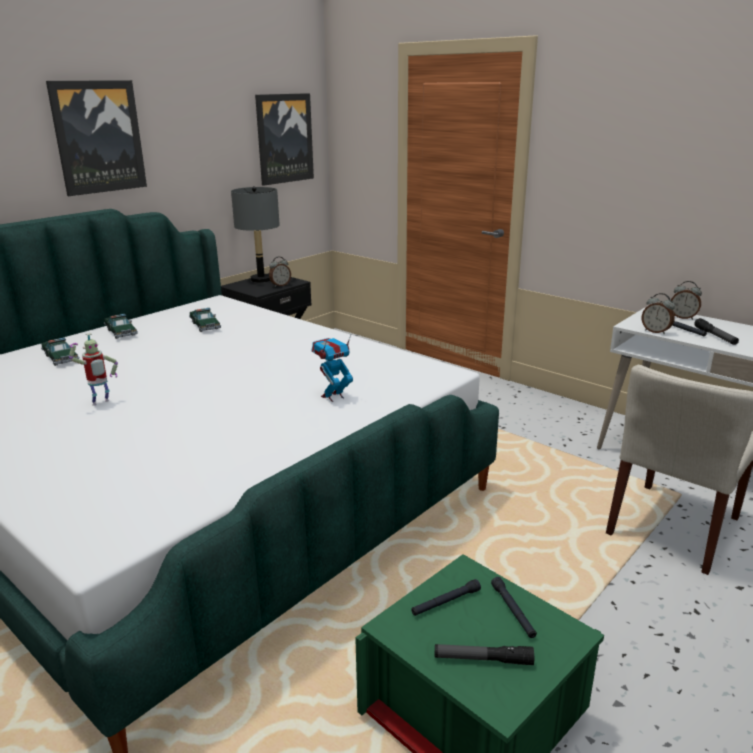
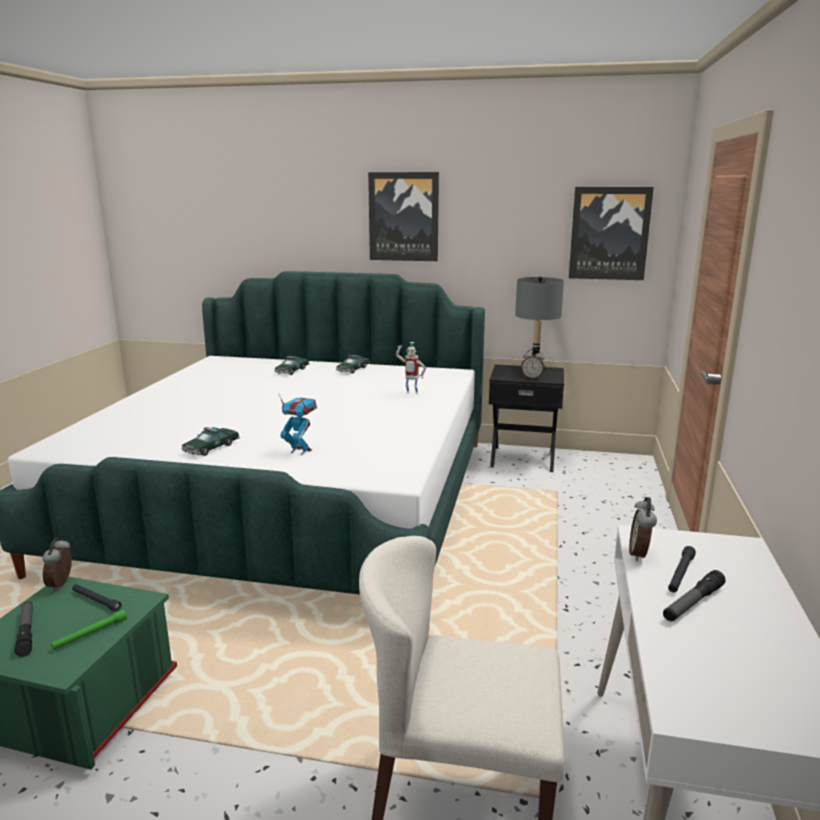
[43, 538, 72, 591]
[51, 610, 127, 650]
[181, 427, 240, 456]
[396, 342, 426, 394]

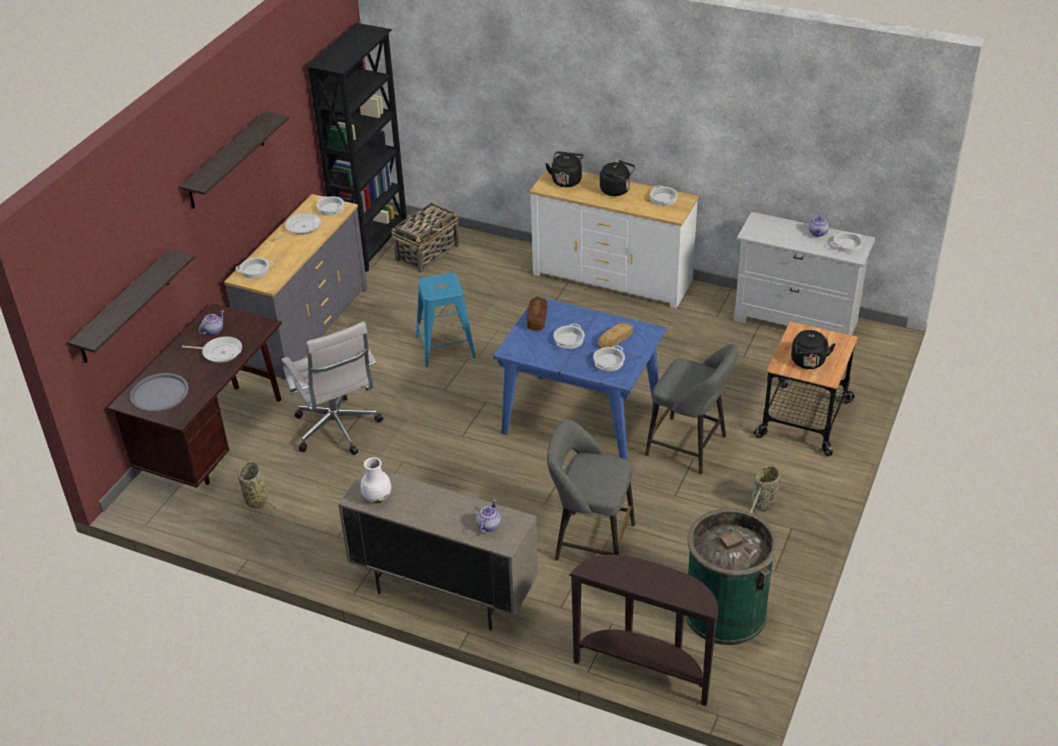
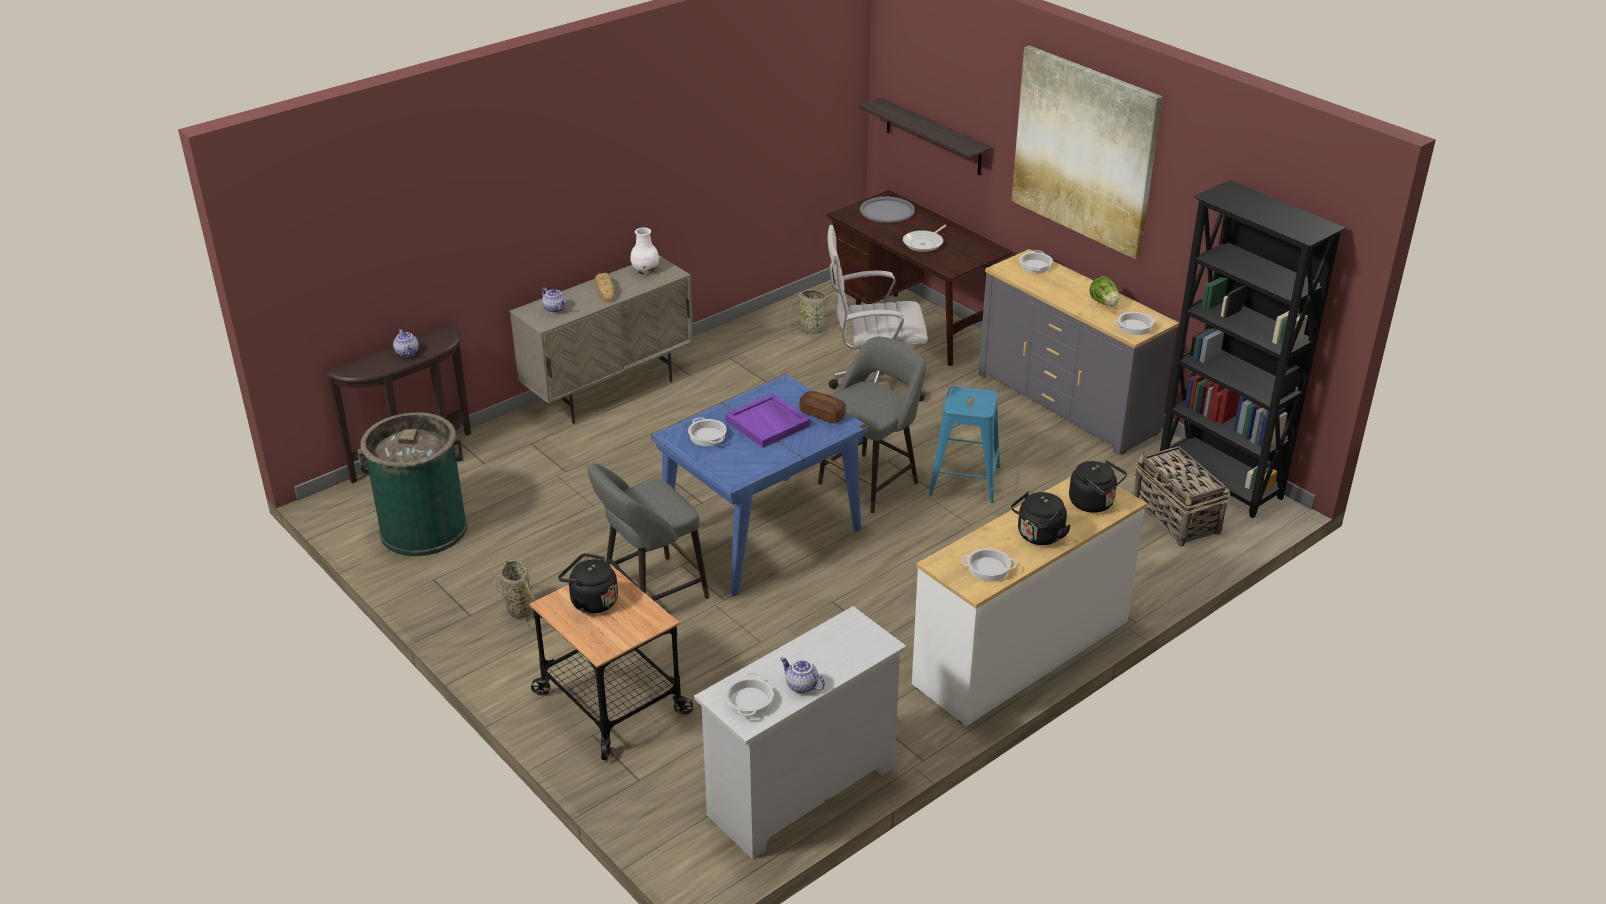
[393, 329, 419, 357]
[595, 273, 615, 303]
[726, 394, 810, 448]
[818, 337, 926, 514]
[1012, 45, 1162, 259]
[1090, 276, 1119, 306]

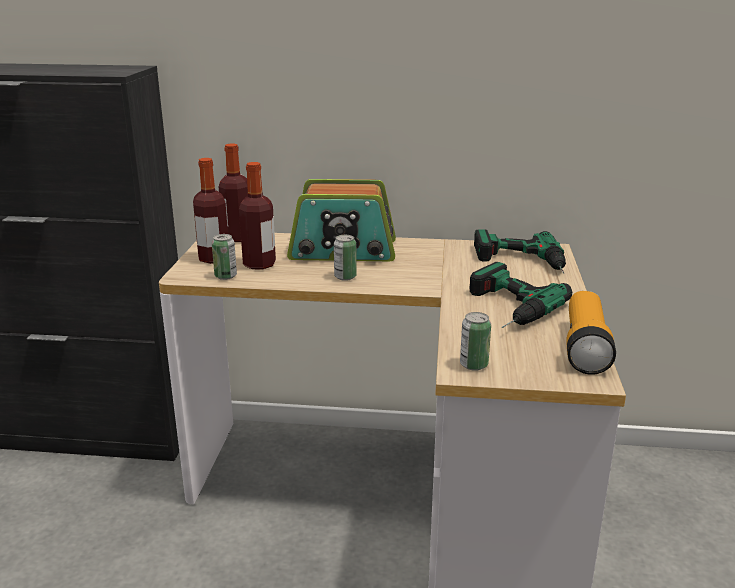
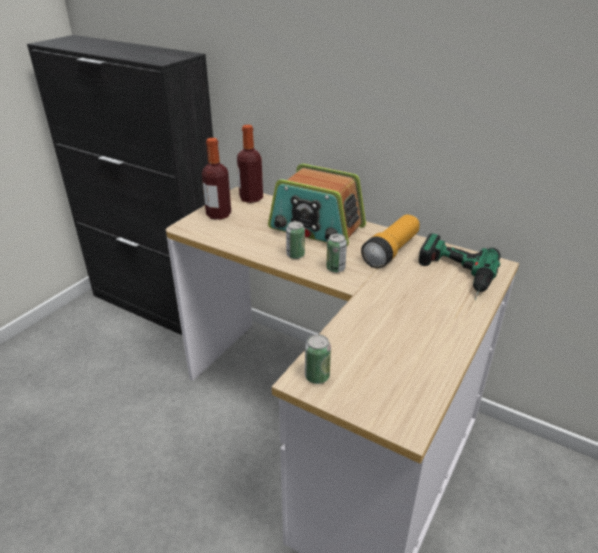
[326, 234, 347, 273]
[361, 214, 420, 268]
[239, 162, 276, 270] (first image)
[469, 262, 572, 328] (first image)

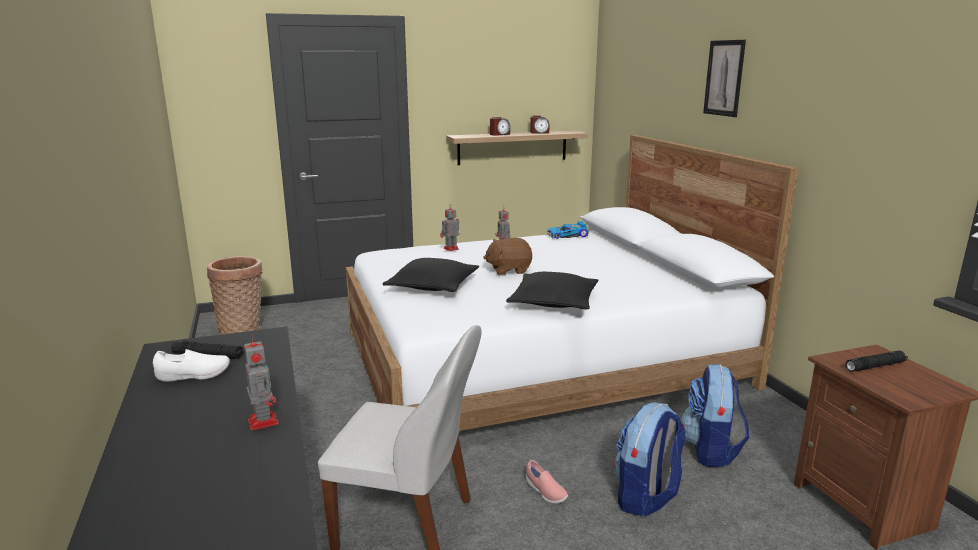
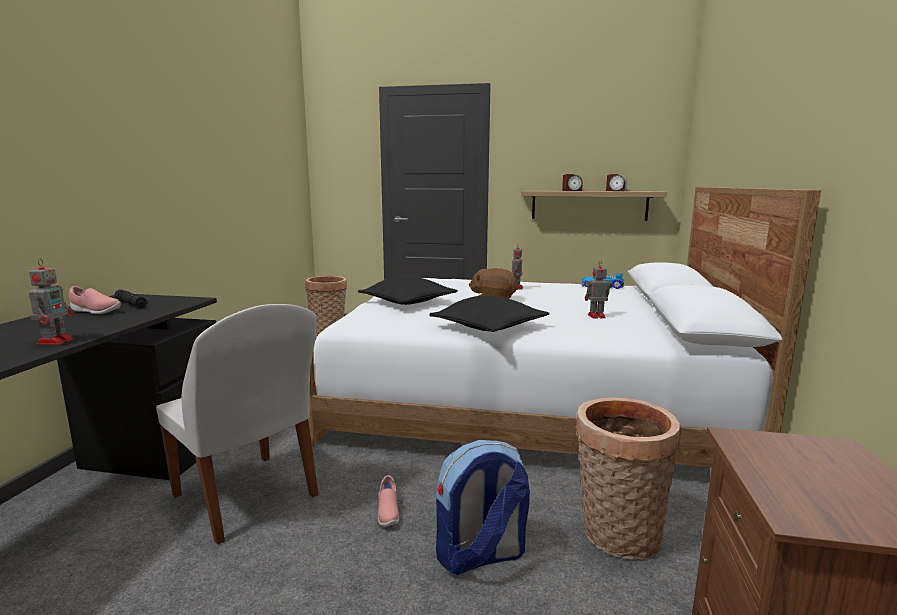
[69, 286, 121, 314]
[575, 397, 681, 560]
[585, 262, 610, 319]
[703, 40, 746, 117] (first image)
[845, 350, 908, 372] (first image)

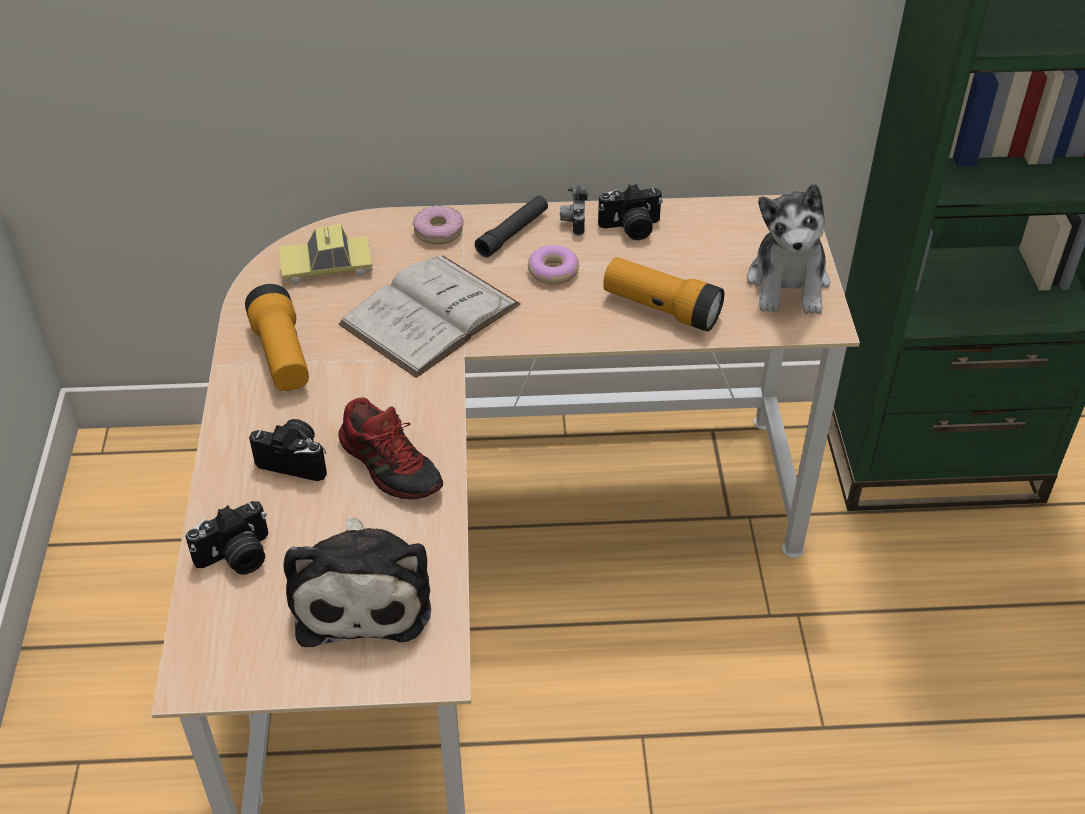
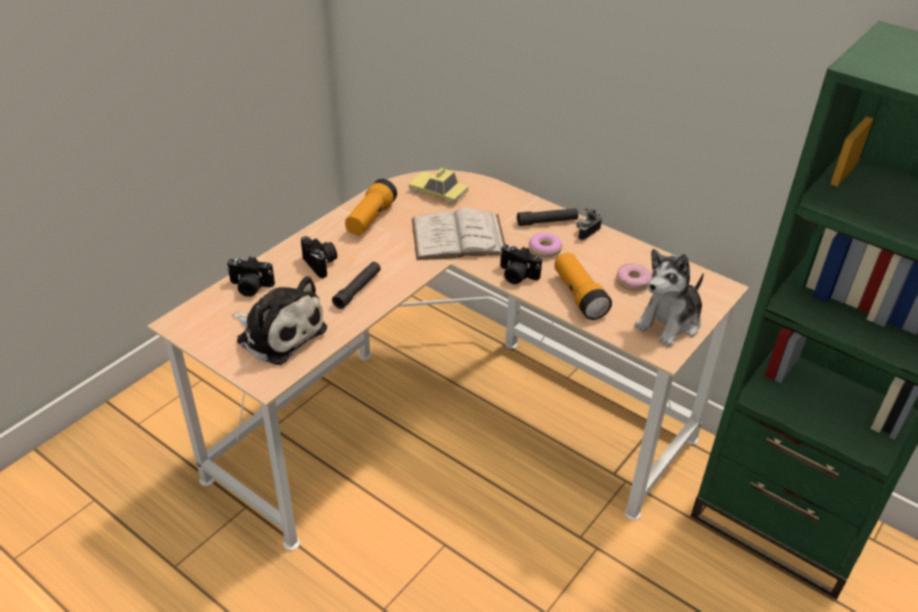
[232, 276, 327, 365]
[332, 262, 381, 309]
[500, 244, 542, 284]
[616, 263, 652, 291]

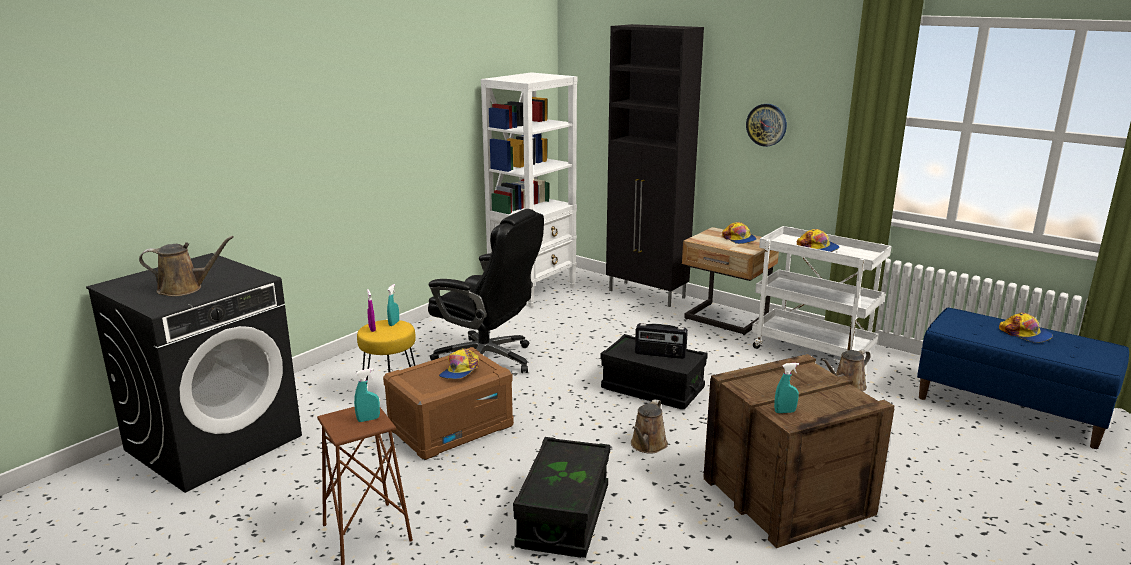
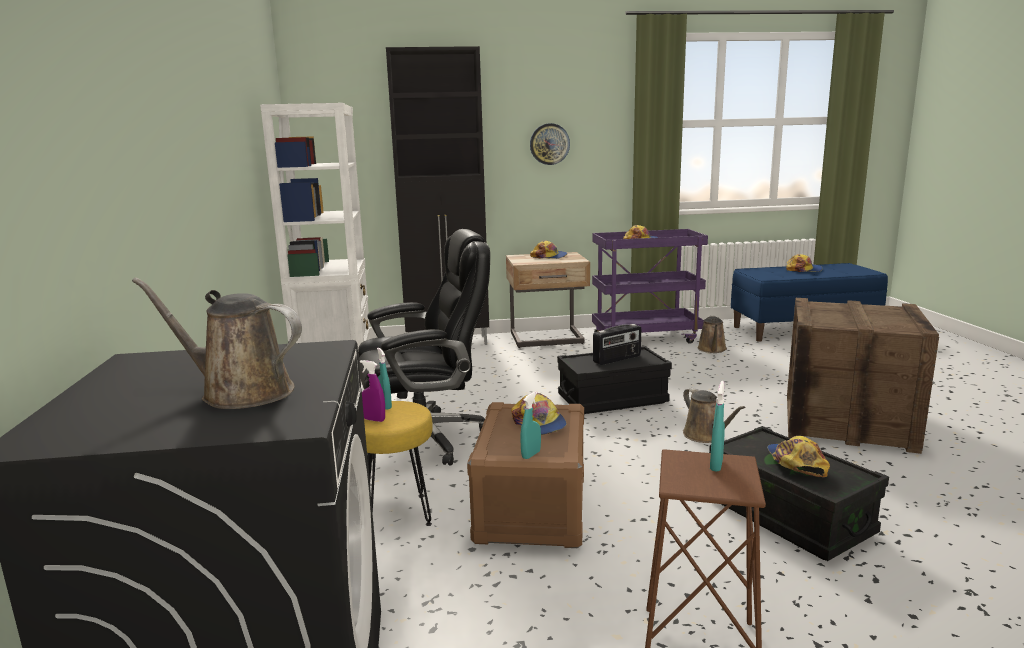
[132, 278, 302, 409]
[520, 392, 541, 459]
[592, 229, 708, 344]
[767, 436, 830, 477]

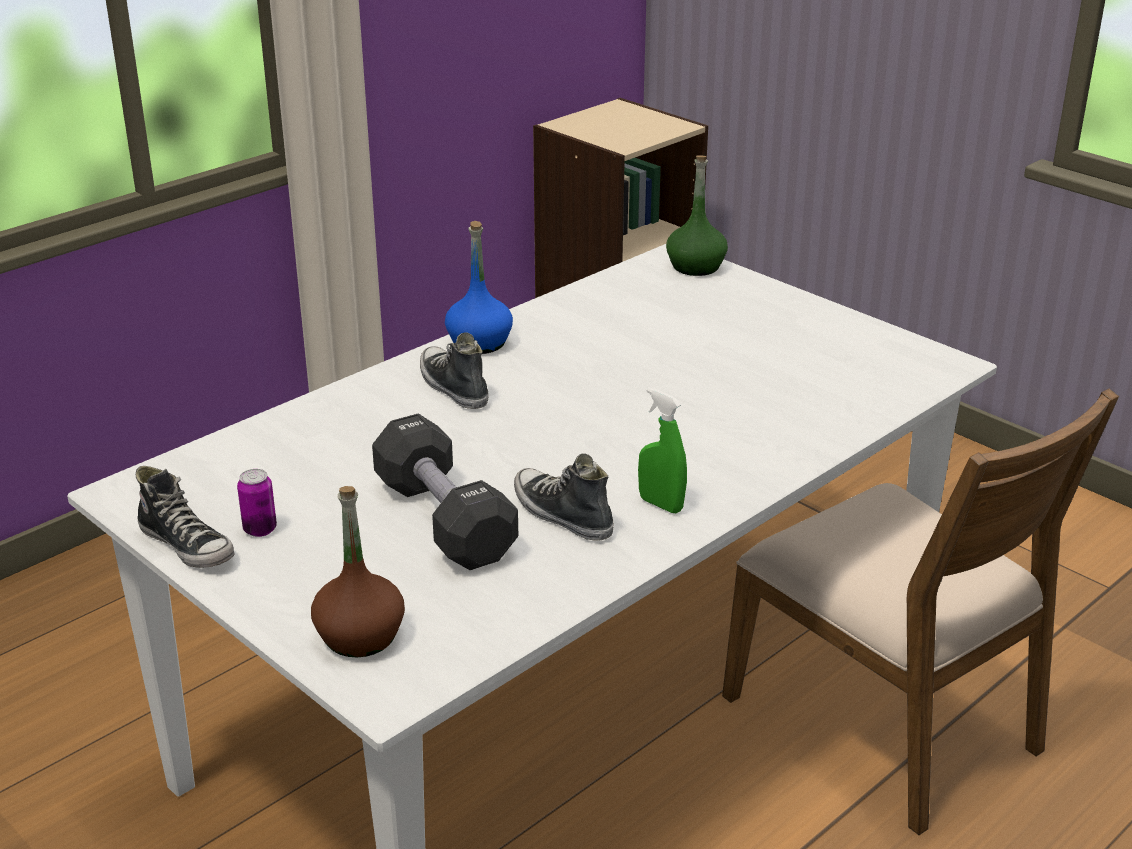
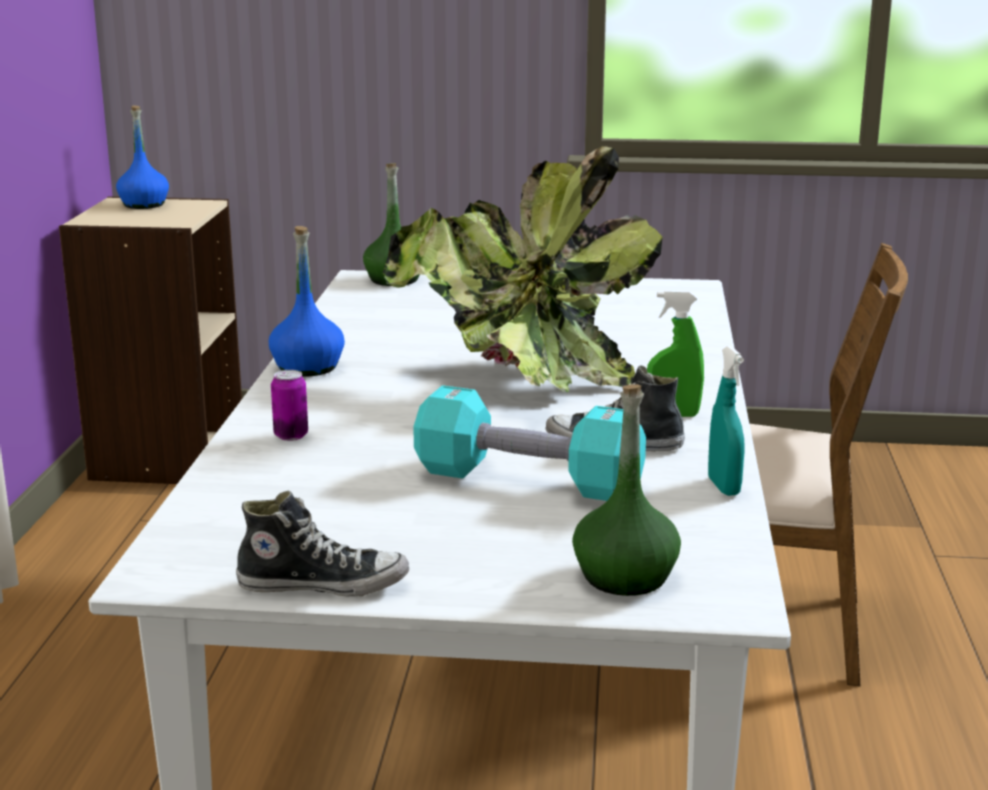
[116, 106, 169, 209]
[271, 370, 308, 441]
[383, 146, 663, 392]
[413, 385, 646, 501]
[572, 384, 681, 596]
[708, 346, 745, 496]
[420, 332, 489, 409] (first image)

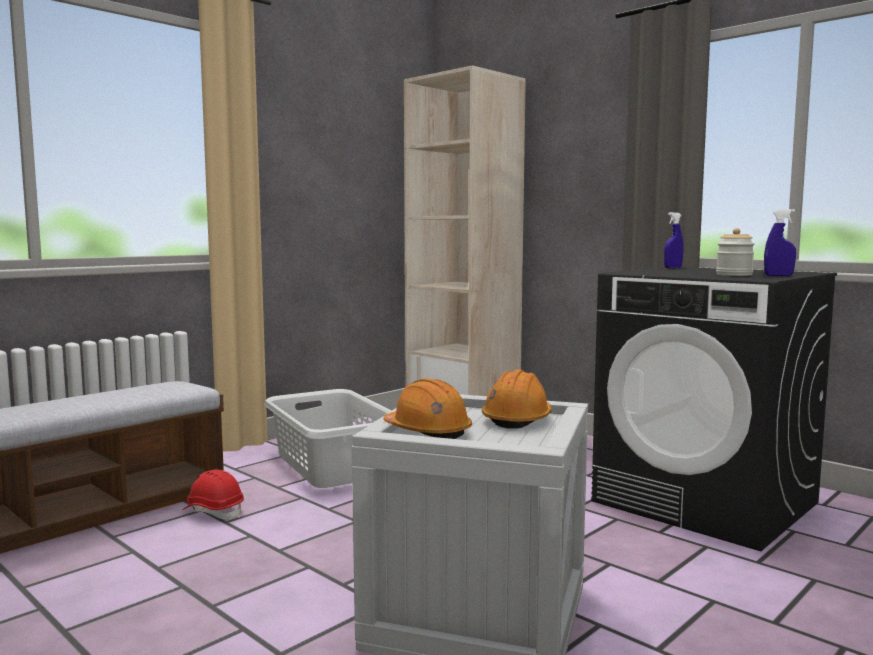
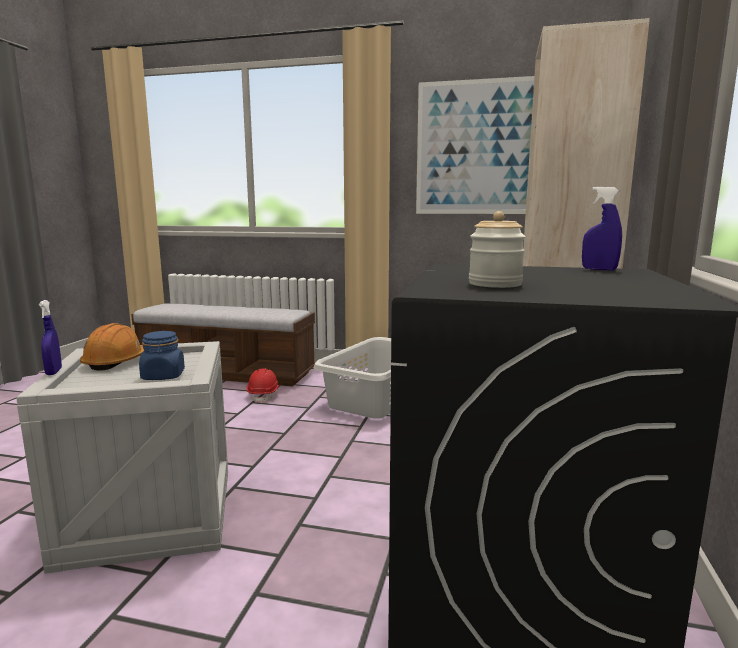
[39, 300, 62, 375]
[139, 331, 185, 380]
[416, 76, 534, 214]

